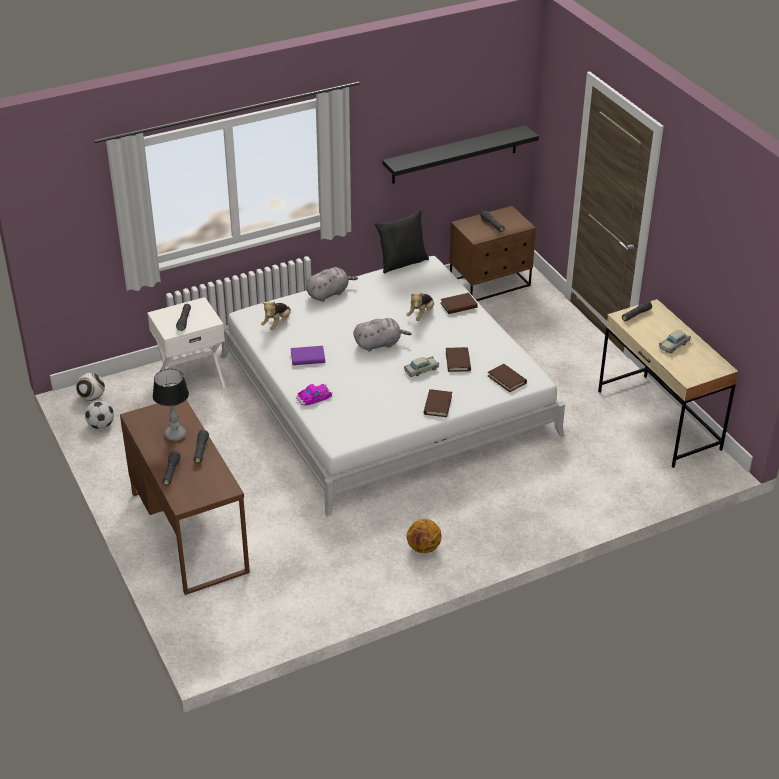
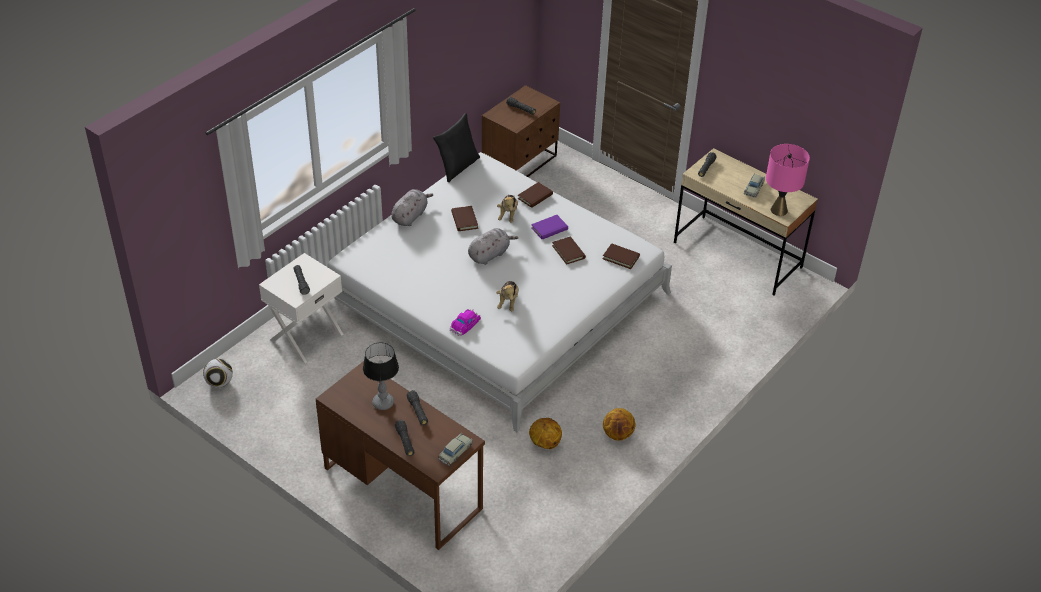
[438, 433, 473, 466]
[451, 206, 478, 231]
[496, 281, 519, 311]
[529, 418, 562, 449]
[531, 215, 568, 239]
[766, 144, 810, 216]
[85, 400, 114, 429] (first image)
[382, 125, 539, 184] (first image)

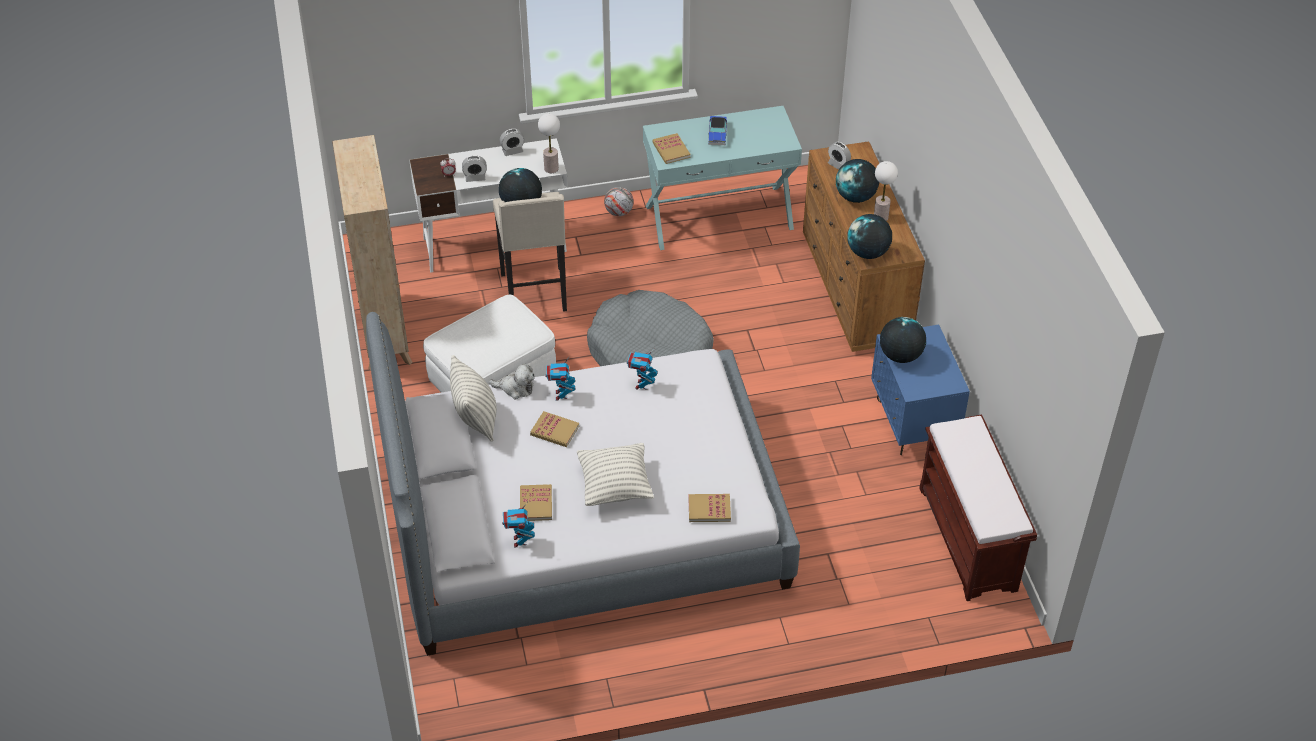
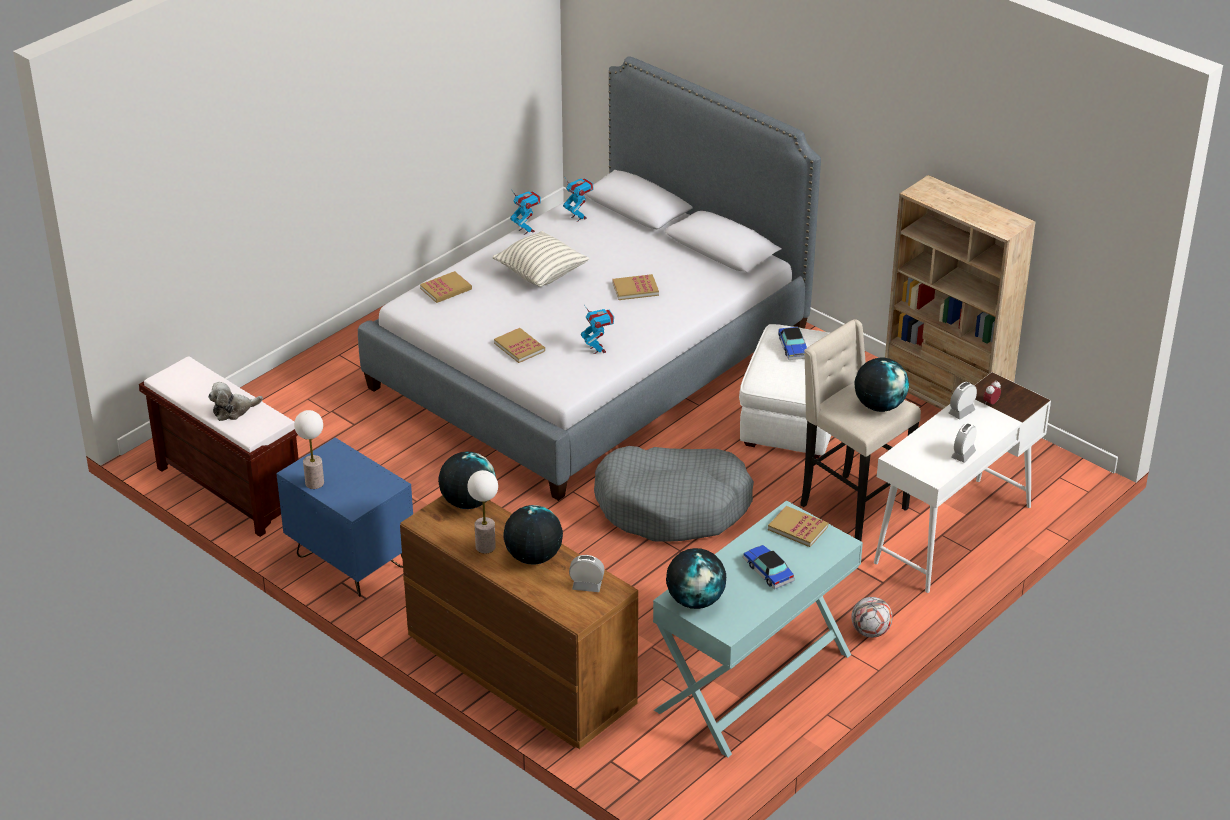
[208, 382, 263, 421]
[294, 410, 324, 489]
[494, 328, 545, 363]
[510, 189, 541, 235]
[666, 548, 726, 609]
[778, 327, 807, 360]
[450, 355, 497, 442] (first image)

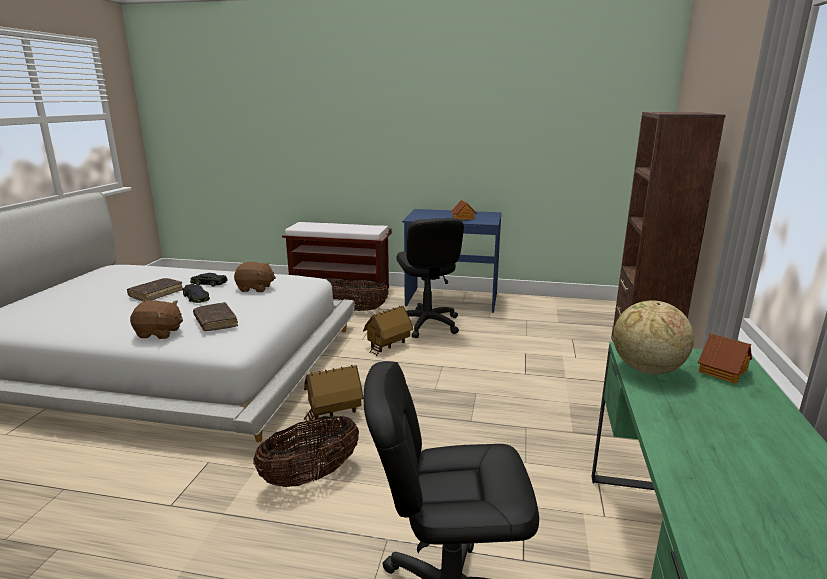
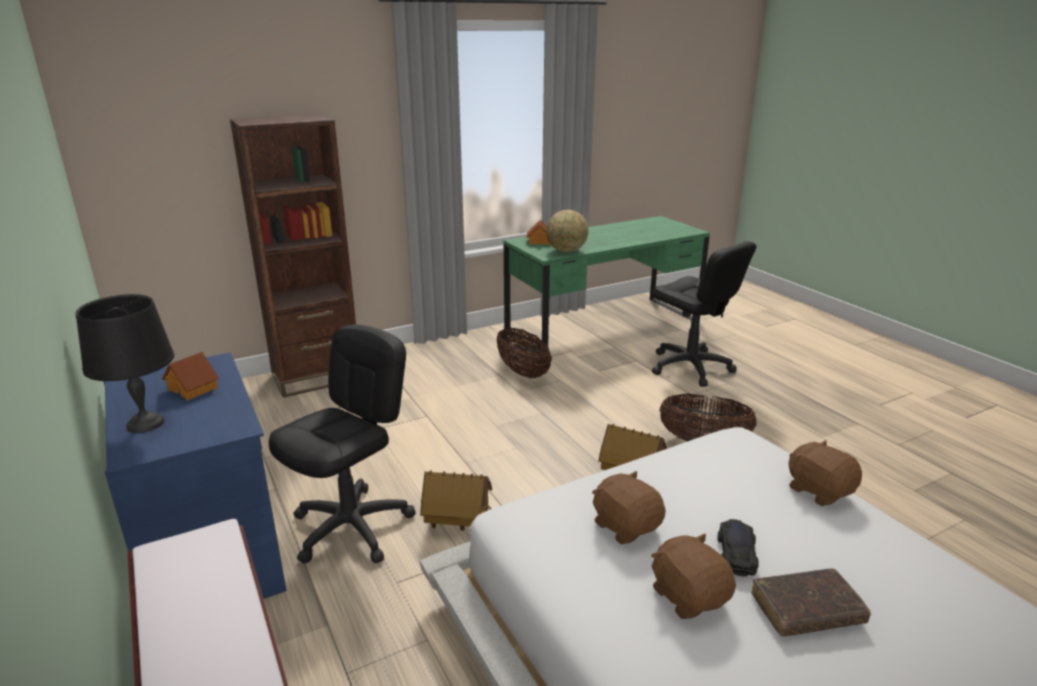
[76, 294, 174, 433]
[497, 328, 552, 378]
[651, 534, 736, 619]
[193, 302, 238, 331] (first image)

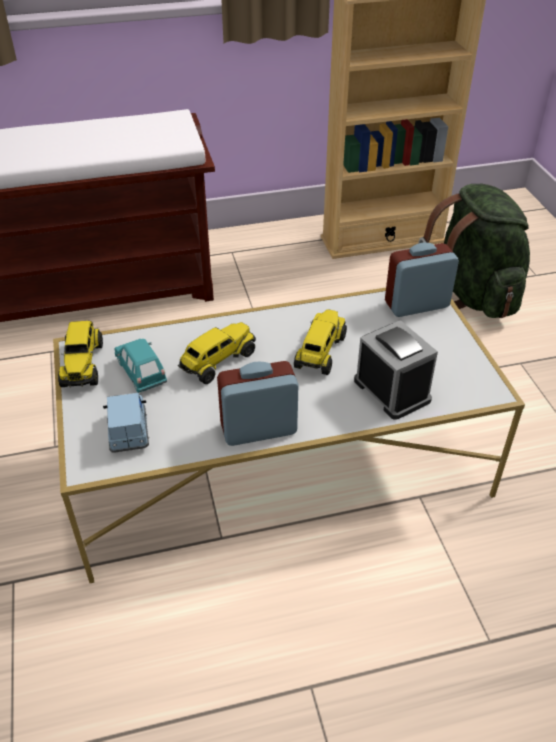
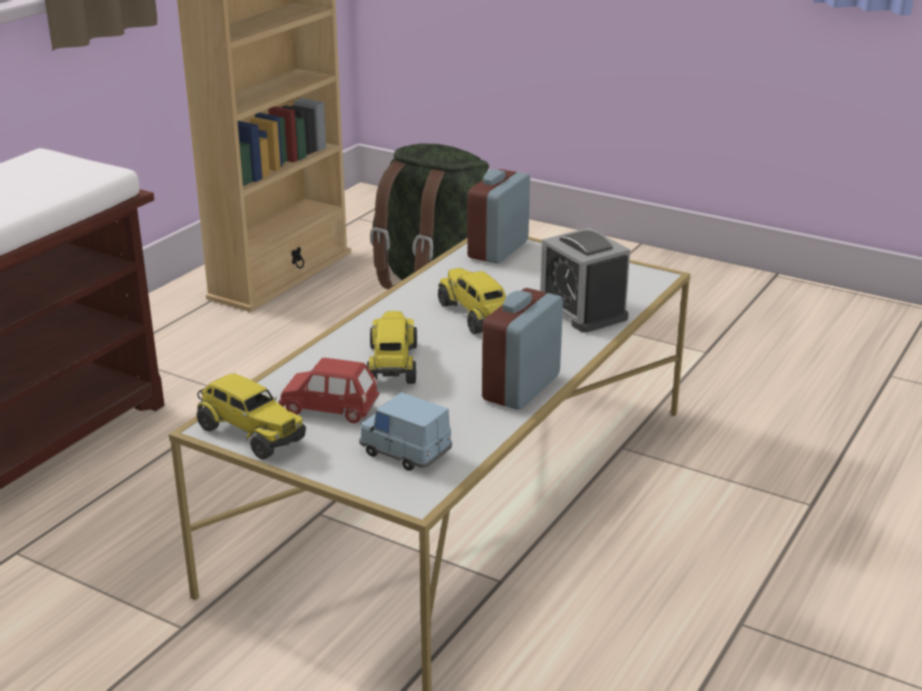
[279, 358, 380, 423]
[540, 228, 630, 333]

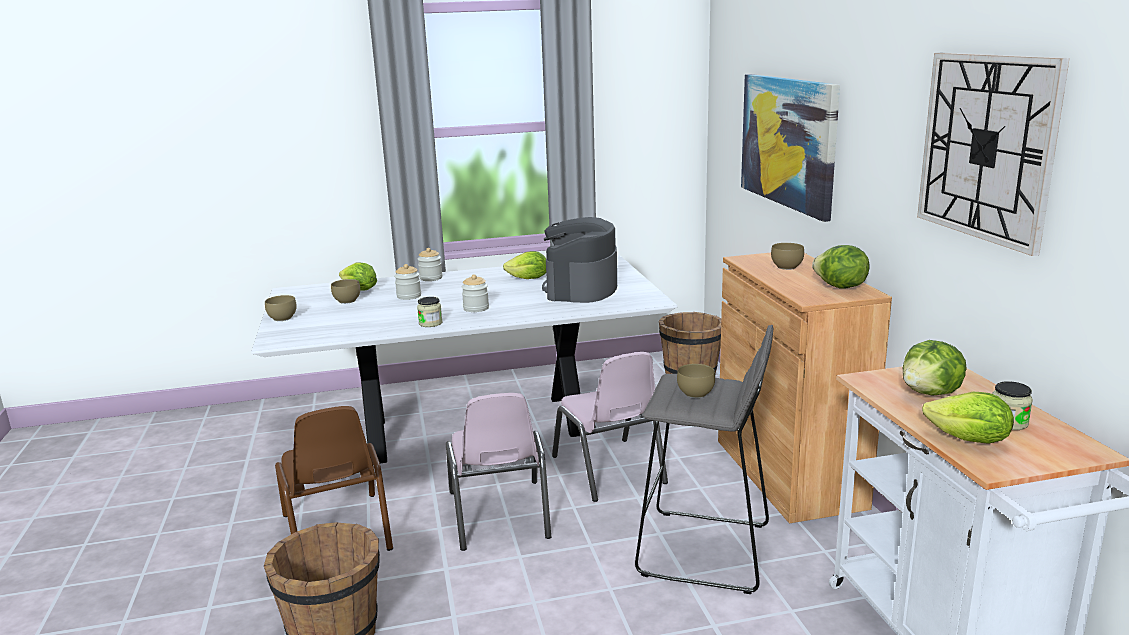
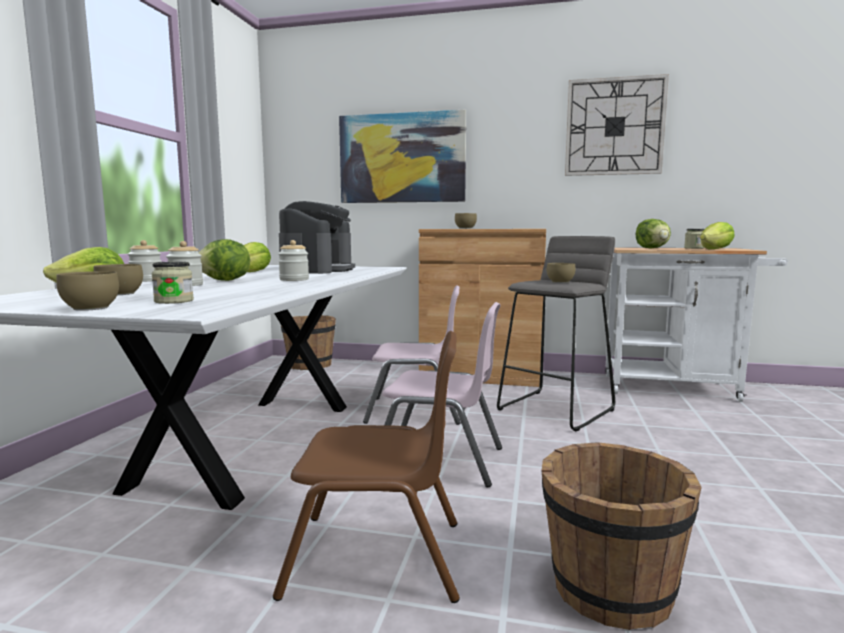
[152, 262, 194, 304]
[198, 239, 250, 281]
[279, 201, 355, 274]

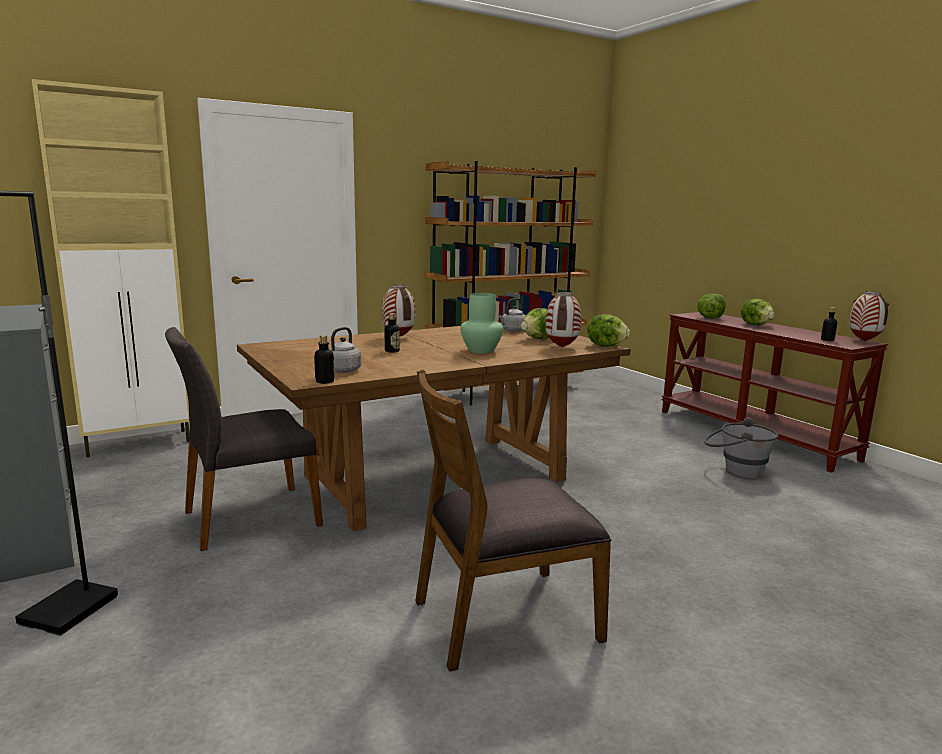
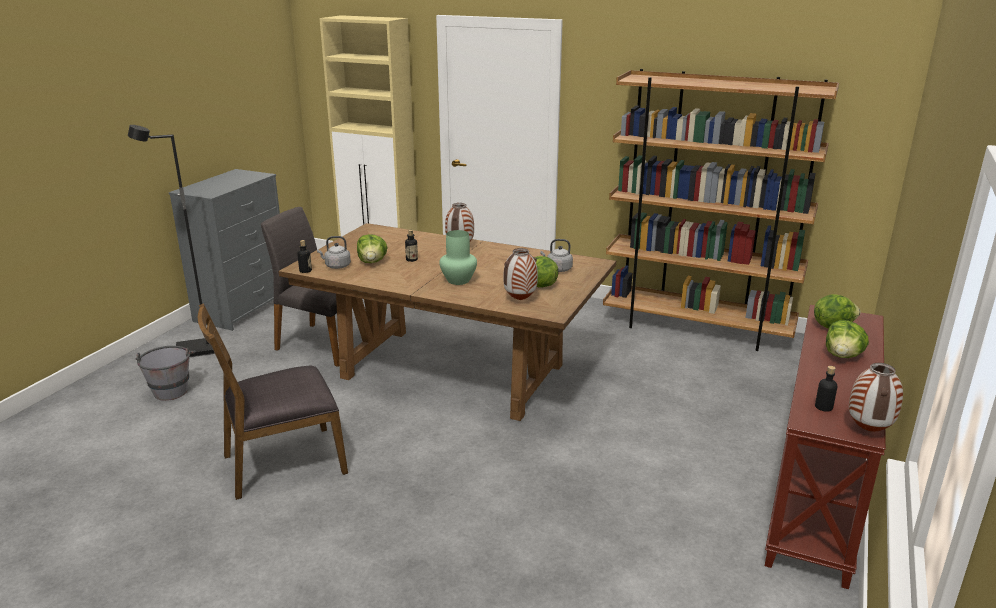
[135, 346, 195, 401]
[198, 303, 348, 500]
[357, 234, 387, 263]

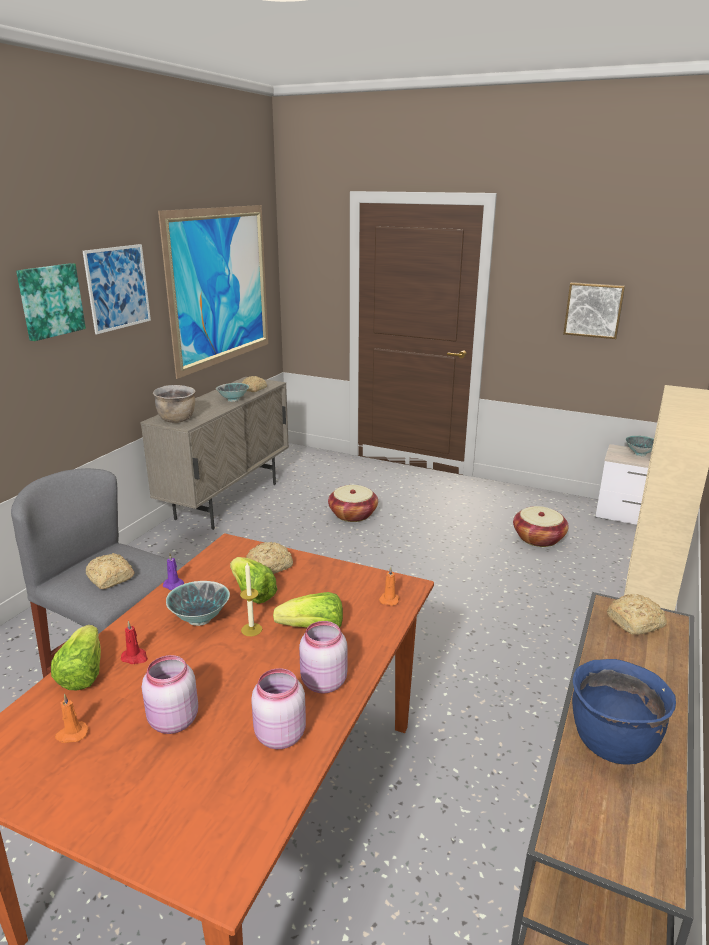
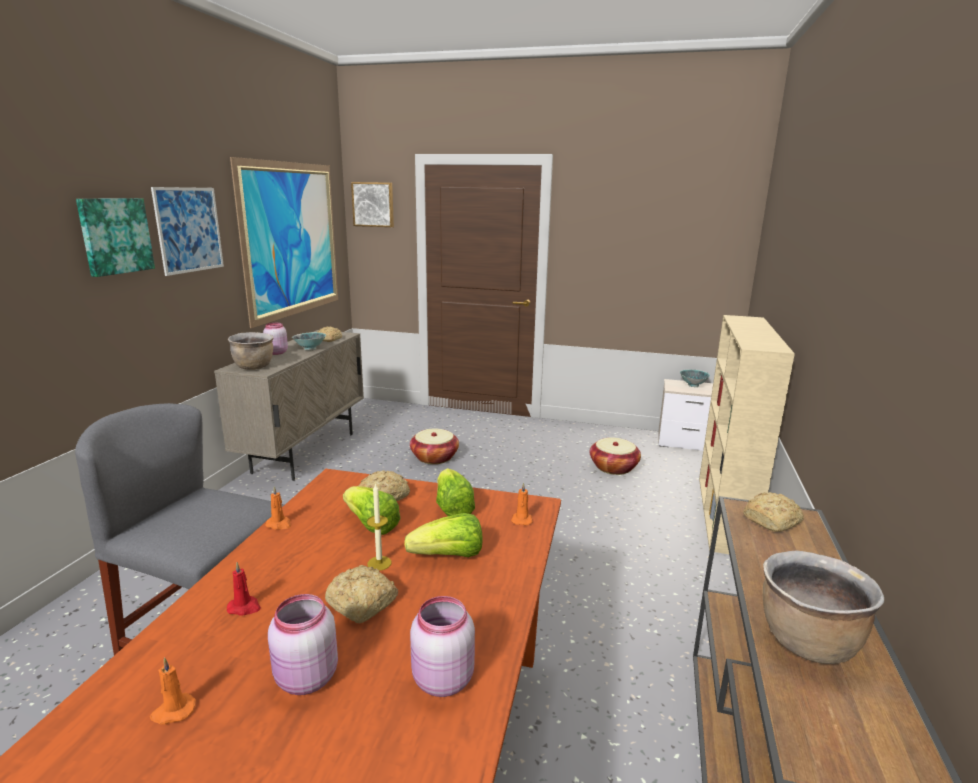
[263, 323, 288, 355]
[266, 486, 291, 530]
[325, 565, 398, 623]
[351, 182, 394, 227]
[436, 468, 475, 516]
[763, 550, 884, 664]
[166, 581, 230, 626] (first image)

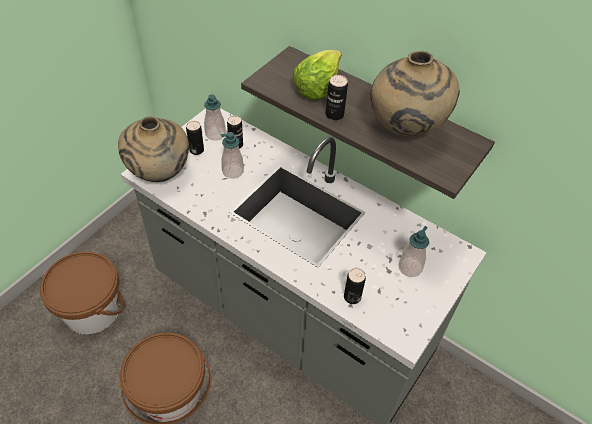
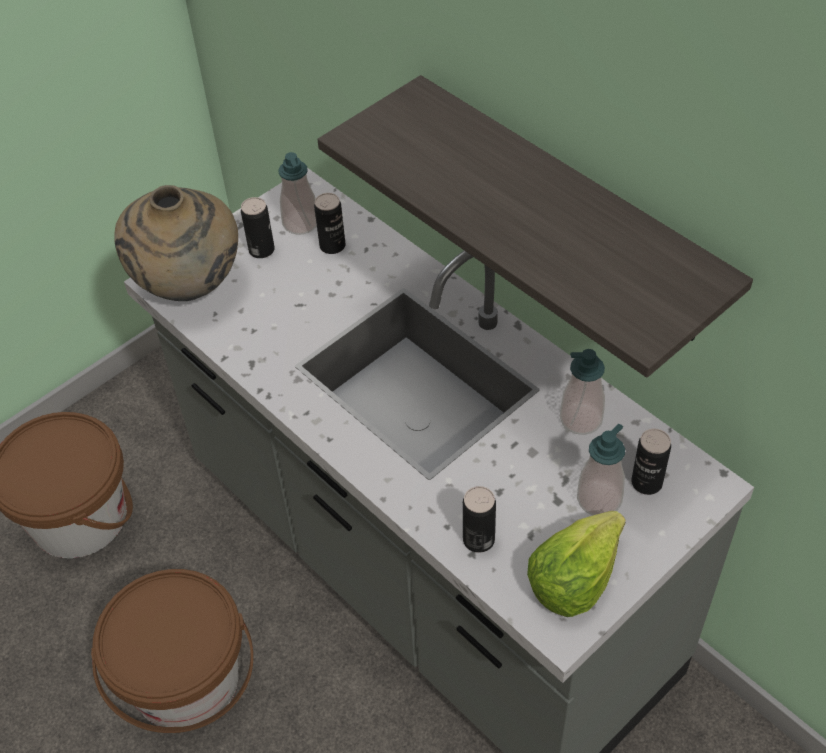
[527, 511, 626, 617]
[560, 349, 605, 435]
[631, 429, 671, 495]
[370, 51, 460, 136] (first image)

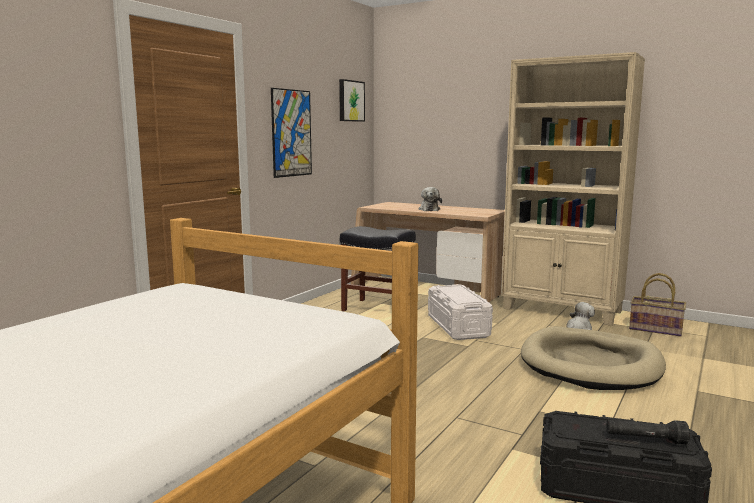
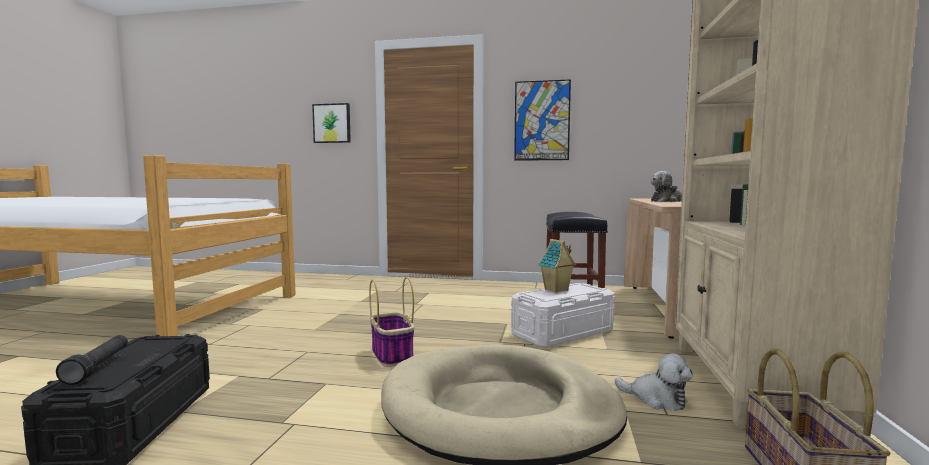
[312, 103, 351, 143]
[369, 277, 414, 367]
[538, 239, 576, 293]

